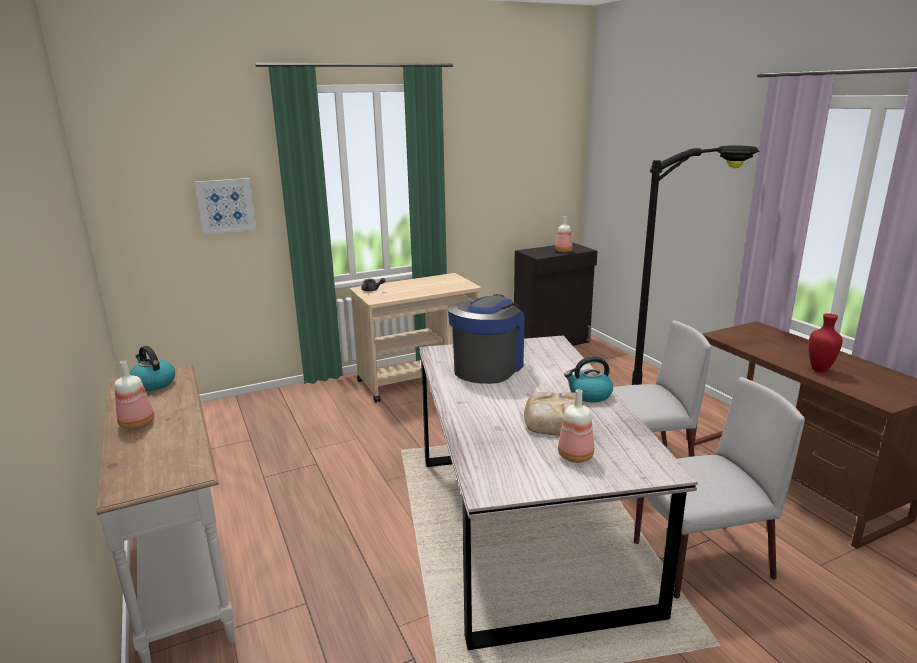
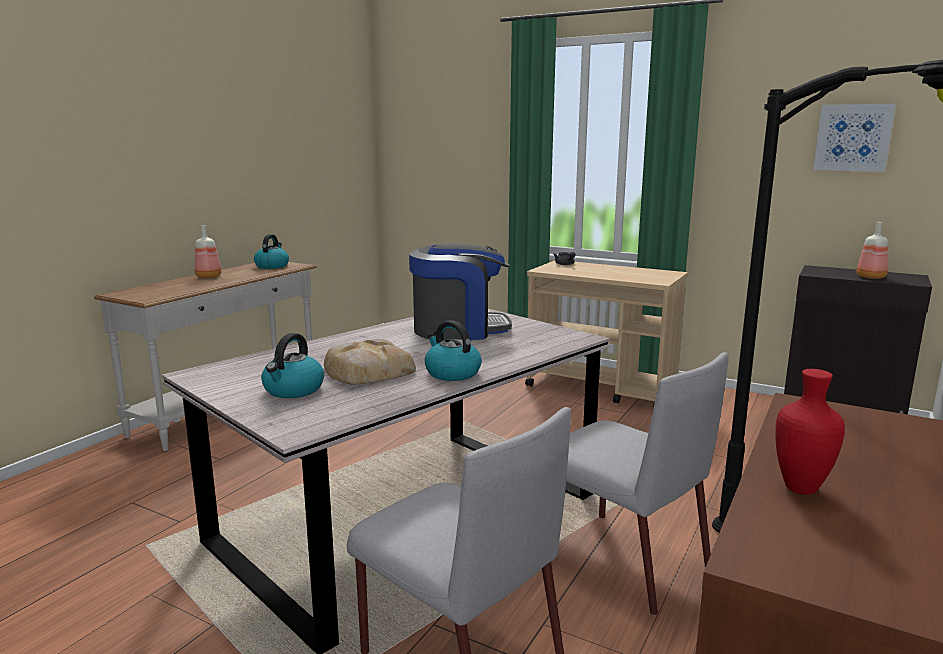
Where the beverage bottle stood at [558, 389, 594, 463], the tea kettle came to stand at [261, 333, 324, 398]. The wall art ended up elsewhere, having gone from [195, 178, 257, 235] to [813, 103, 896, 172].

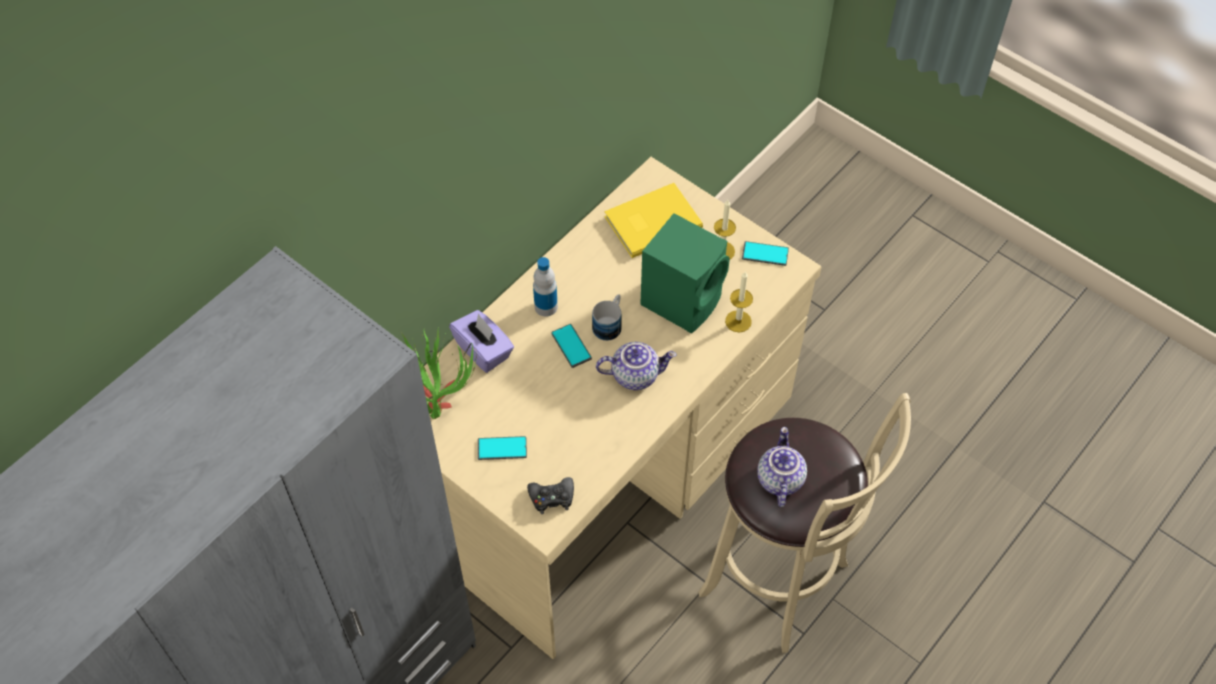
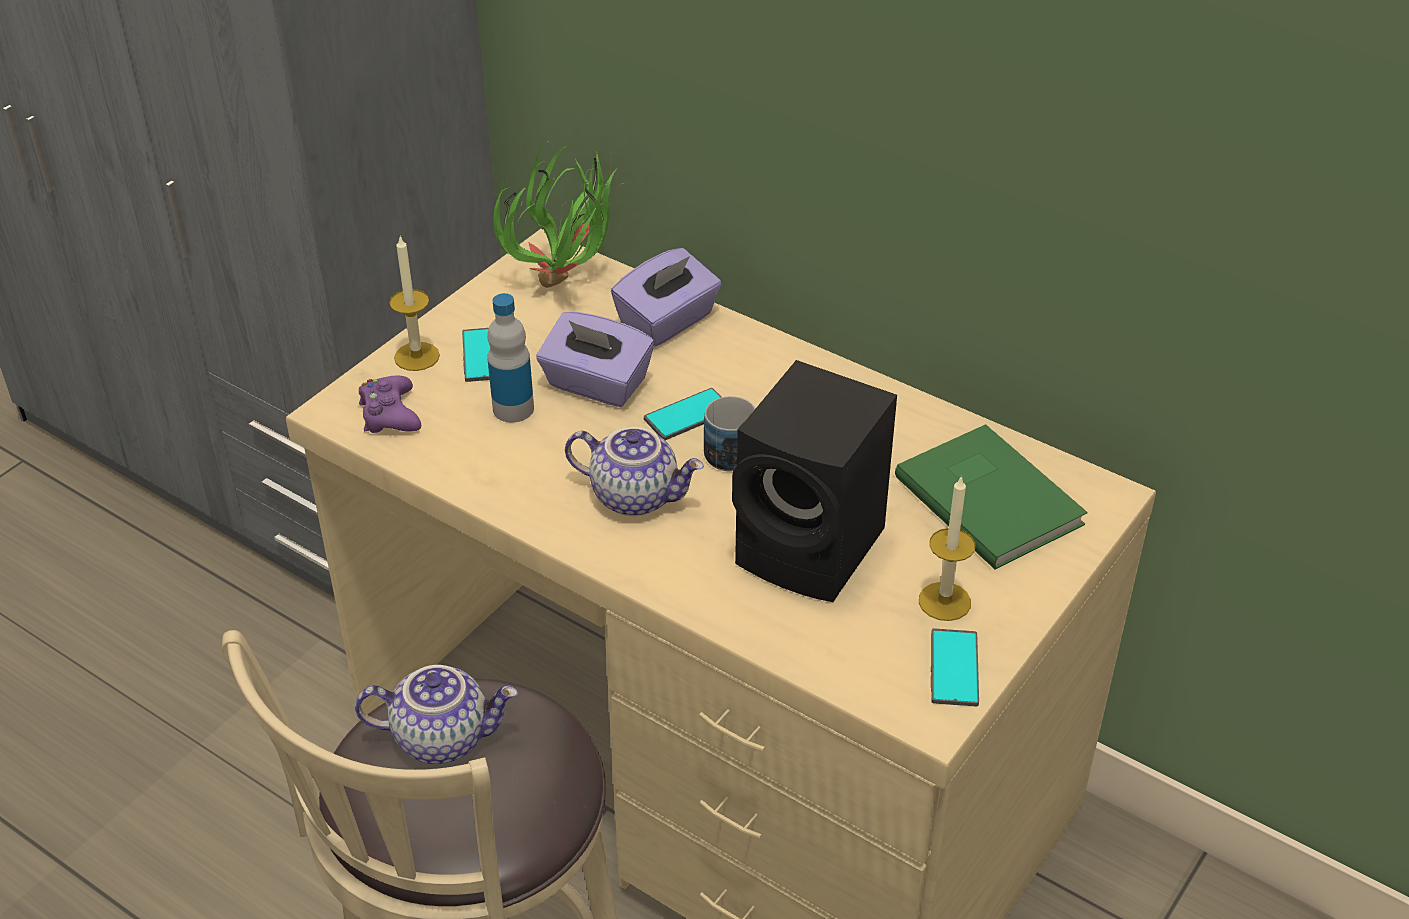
What was the joypad/black-coloured at [527, 477, 574, 514] turned into the joypad/purple at [359, 375, 421, 433]. The wax candle ended up elsewhere, having gone from [725, 272, 753, 333] to [389, 235, 440, 371]. The beverage bottle ended up elsewhere, having gone from [533, 257, 558, 317] to [487, 293, 534, 422]. The second view gained the tissue holder/purple at [537, 312, 654, 407]. The tea pot at [596, 342, 677, 390] ended up facing another way, 60 degrees counterclockwise from before. What was the speaker/green-coloured at [640, 213, 730, 334] turned into the speaker/black-coloured at [732, 360, 897, 602]. What was the bound book/yellow-coloured at [604, 183, 703, 258] turned into the bound book/green-coloured at [895, 424, 1088, 569].

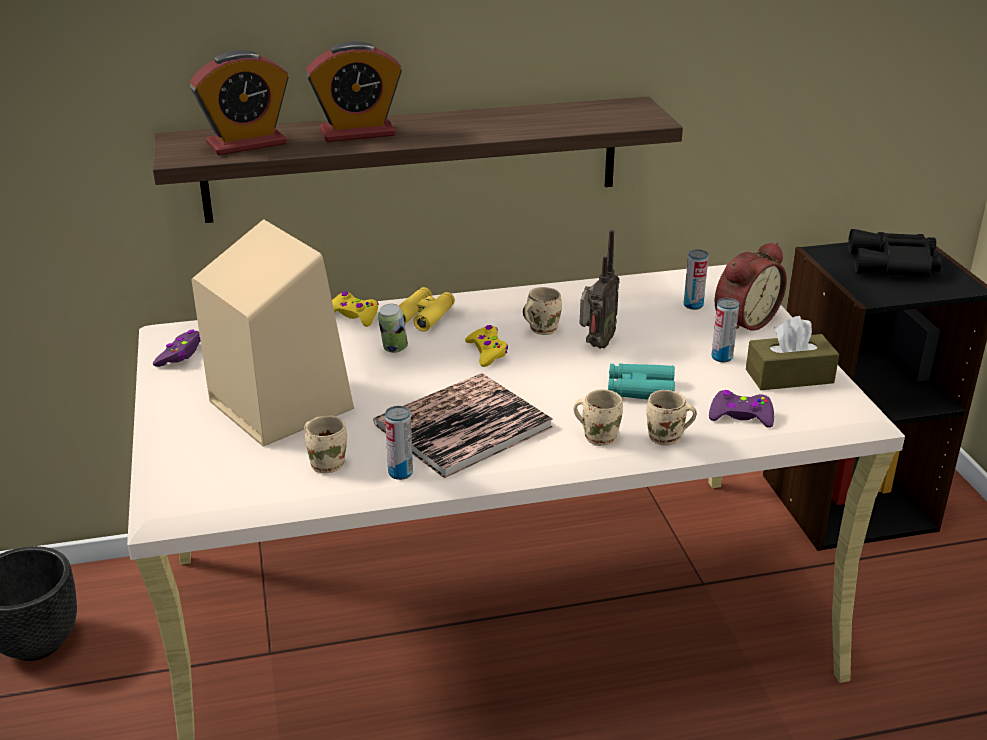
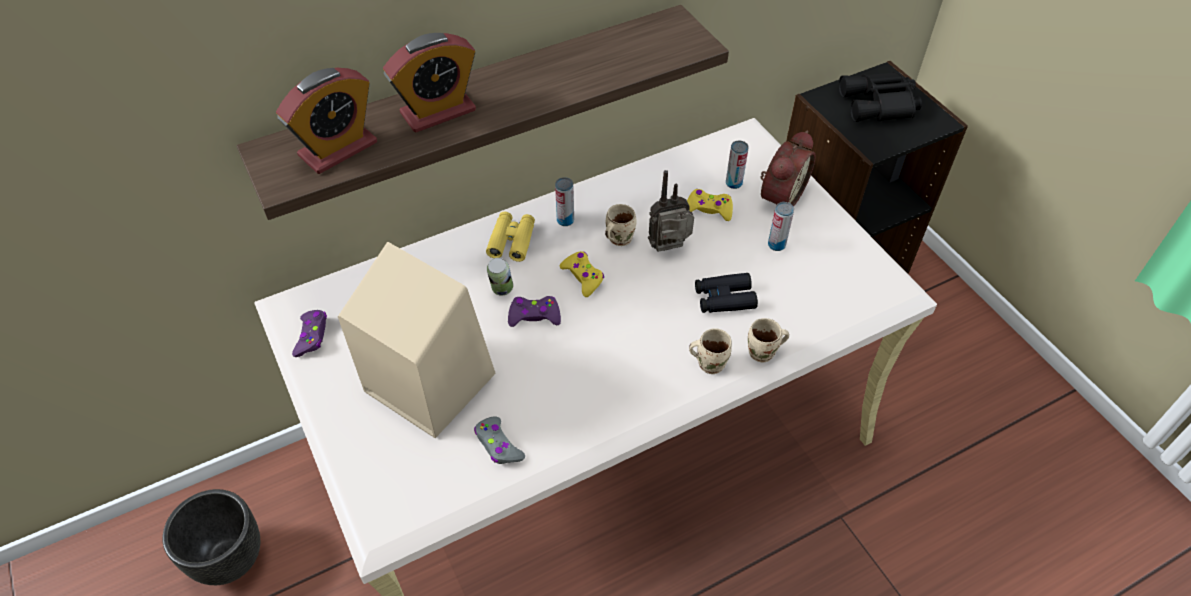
Where the mug/sand-coloured stood at [304, 415, 347, 473], the joypad/gray came to stand at [474, 417, 525, 464]. The joypad/purple ended up elsewhere, having gone from [709, 390, 774, 428] to [508, 296, 561, 327]. The metal can ended up elsewhere, having gone from [385, 406, 413, 480] to [555, 177, 574, 226]. The radio receiver at [580, 230, 619, 349] ended up facing another way, 120 degrees counterclockwise from before. The joypad/yellow-coloured ended up elsewhere, having gone from [332, 291, 379, 327] to [687, 189, 733, 221]. What was the binoculars/turquoise at [608, 363, 675, 400] turned into the binoculars/black-coloured at [695, 273, 758, 313]. The second view lost the bound book at [373, 373, 553, 478]. The second view lost the tissue holder/brownish at [746, 316, 839, 390].

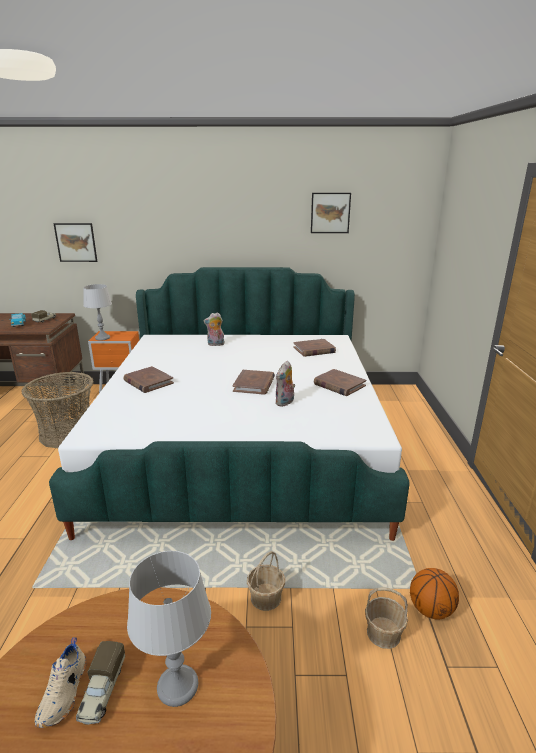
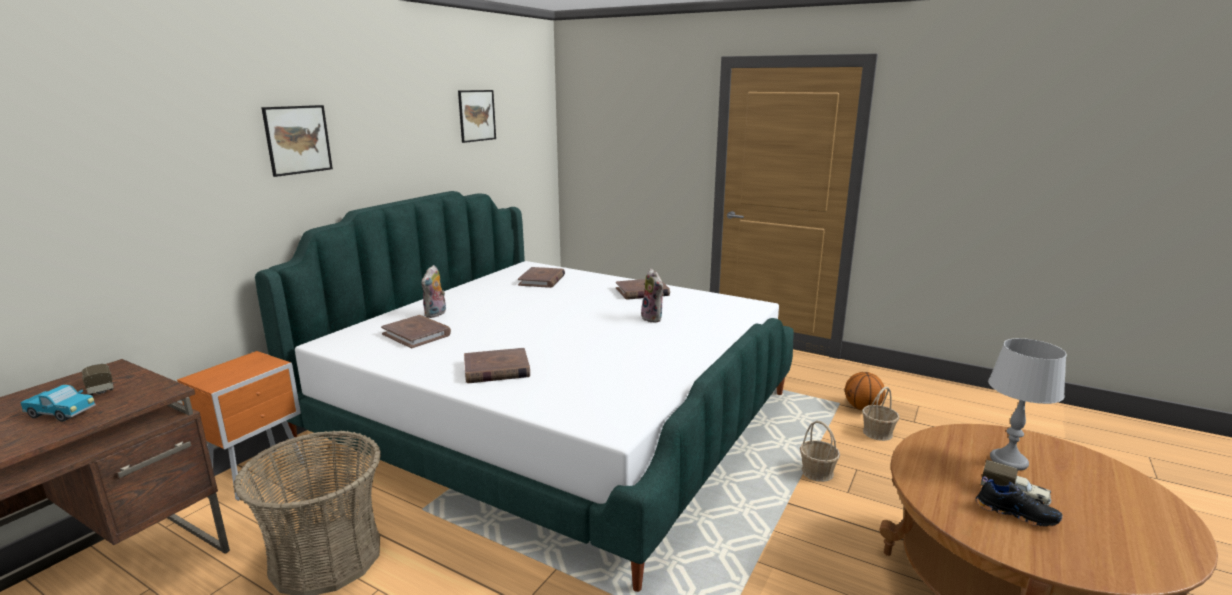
The wall art ended up elsewhere, having gone from [53, 223, 98, 262] to [261, 105, 333, 177]. The bound book/brownish ended up elsewhere, having gone from [232, 370, 275, 395] to [381, 315, 451, 348]. What was the shoe/sand-coloured at [35, 637, 87, 728] turned into the shoe/black-coloured at [976, 476, 1063, 527]. The second view lost the lamp for a table/gray at [83, 284, 112, 341].

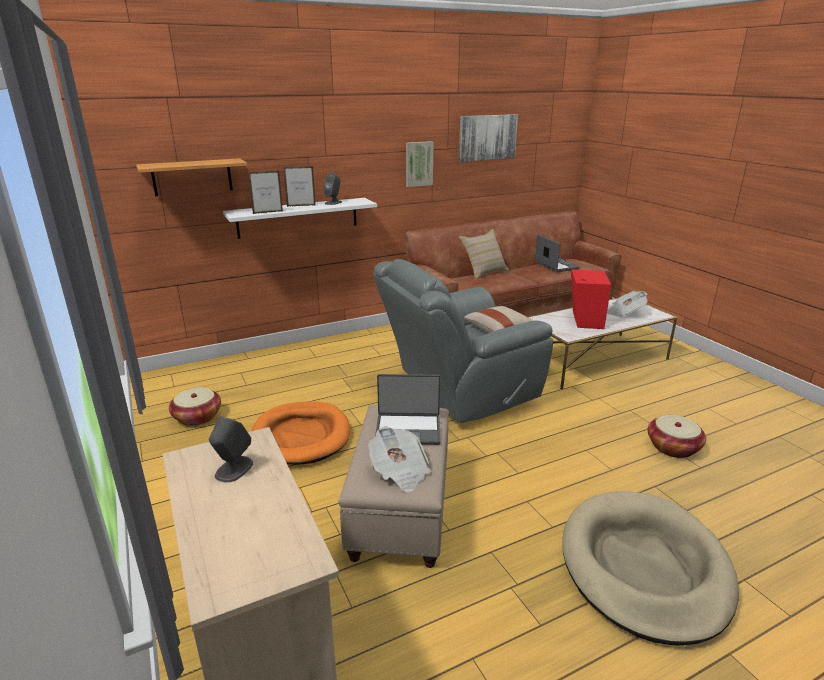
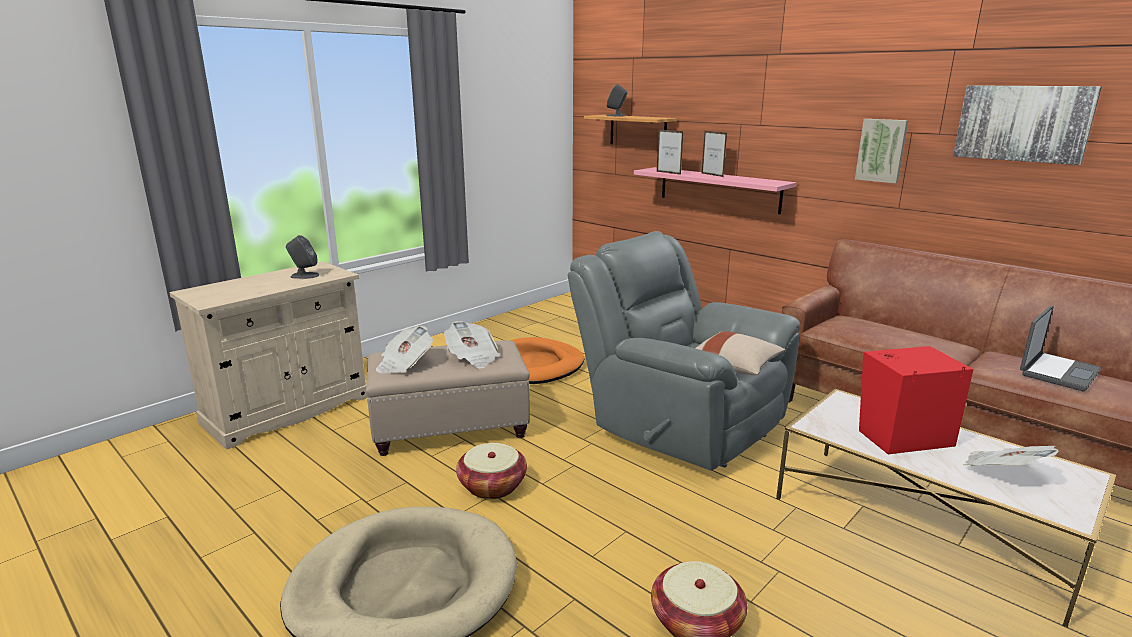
Where the portable computer stood at [375, 374, 440, 445], the daily paper came to stand at [444, 321, 500, 369]. The storage basket ended up elsewhere, having gone from [169, 387, 221, 426] to [456, 443, 527, 499]. The speaker/gray ended up elsewhere, having gone from [323, 173, 342, 205] to [606, 84, 627, 116]. What was the wall shelf/whitish at [223, 198, 377, 239] turned into the wall shelf/pink at [634, 167, 796, 214]. The second view lost the throw pillow/sand-coloured at [459, 229, 509, 279].

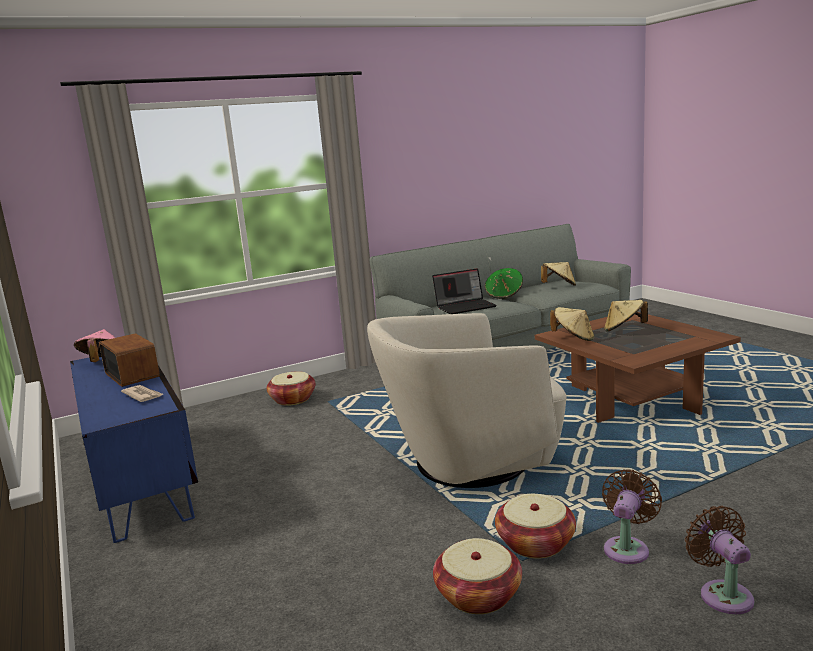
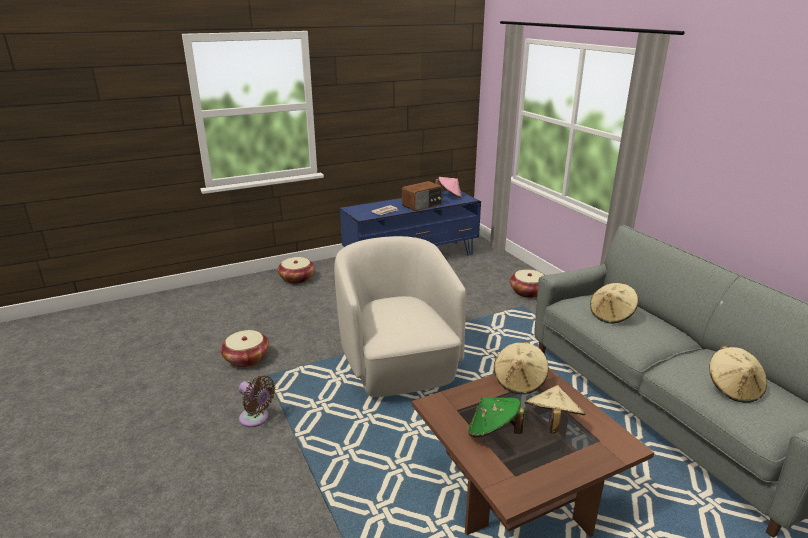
The storage basket ended up elsewhere, having gone from [495, 494, 576, 559] to [278, 257, 315, 284]. The hat/green-coloured ended up elsewhere, having gone from [485, 268, 523, 299] to [468, 397, 525, 437]. Where the portable computer stood at [432, 268, 497, 314], the hat/sand-coloured came to stand at [590, 283, 638, 324]. The second view lost the cooling fan/brownish at [685, 506, 754, 614].

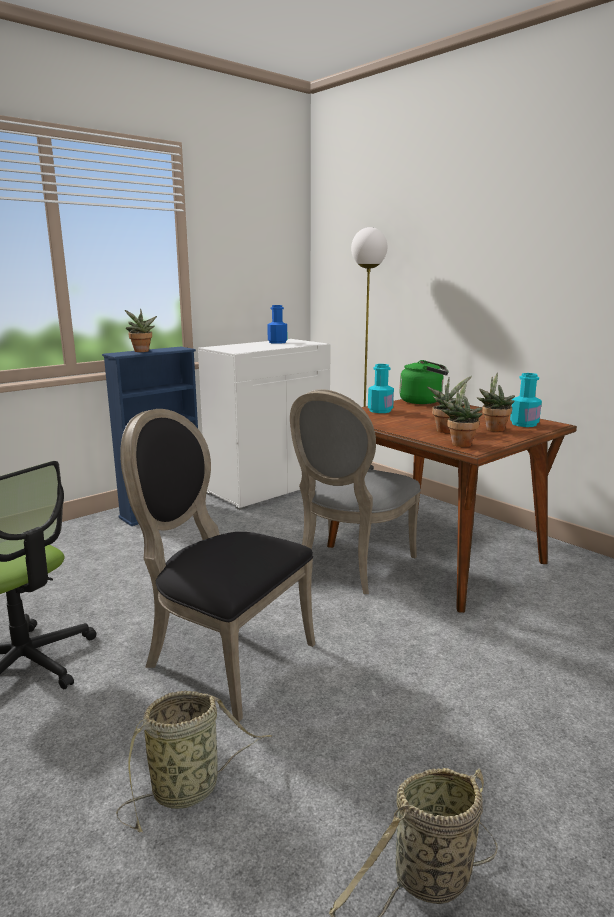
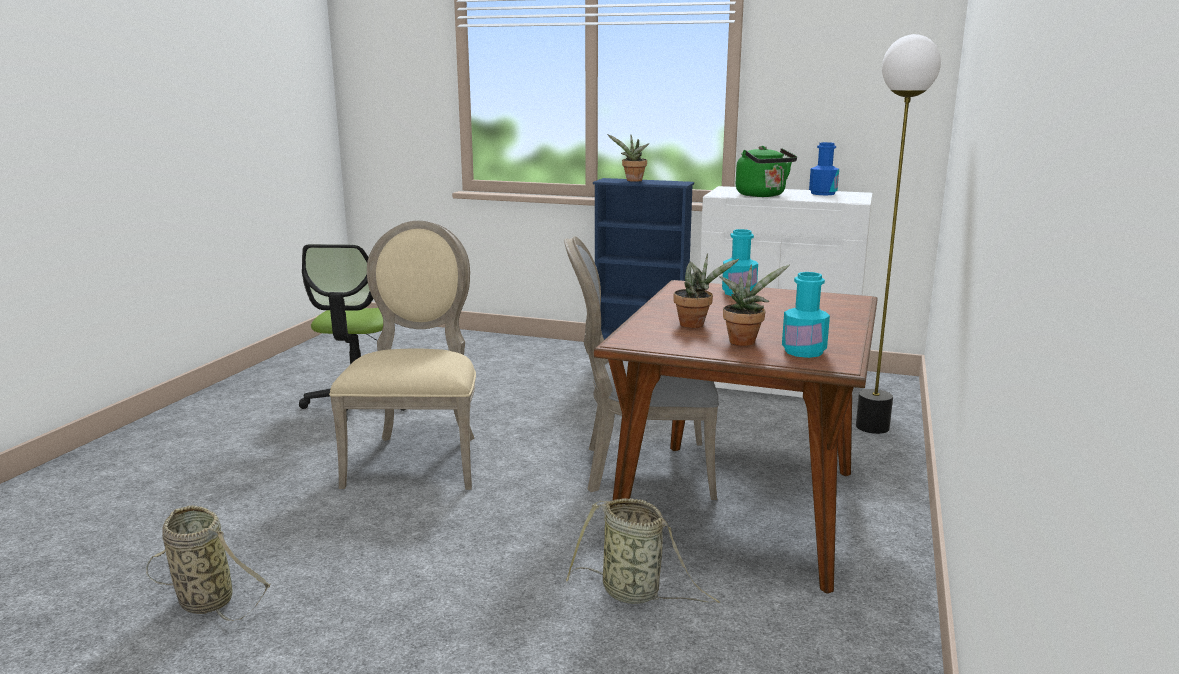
What was the upright chair/black-coloured at [120, 409, 315, 722] turned into the upright chair/sand-coloured at [329, 221, 476, 490]. The storage basket ended up elsewhere, having gone from [116, 691, 272, 832] to [566, 498, 720, 604]. The tea kettle/green-coloured ended up elsewhere, having gone from [399, 360, 449, 404] to [736, 146, 797, 197]. The second view lost the potted plant at [441, 382, 483, 447].

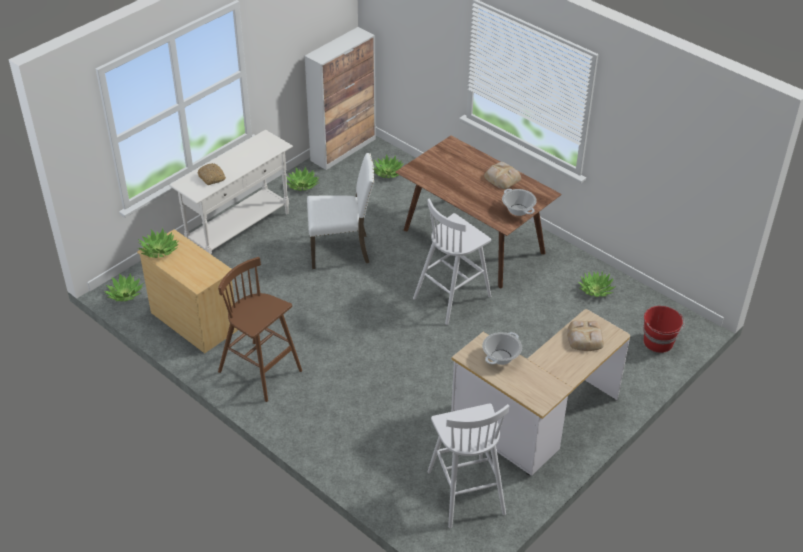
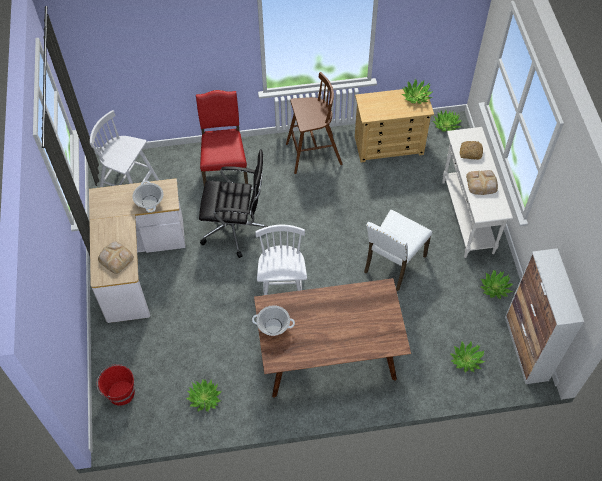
The second view gained the upright chair/red at [196, 90, 248, 185]. The second view gained the computer chair/black-coloured at [199, 150, 268, 258]. The bakery bread ended up elsewhere, having gone from [484, 162, 521, 189] to [466, 170, 498, 195].

